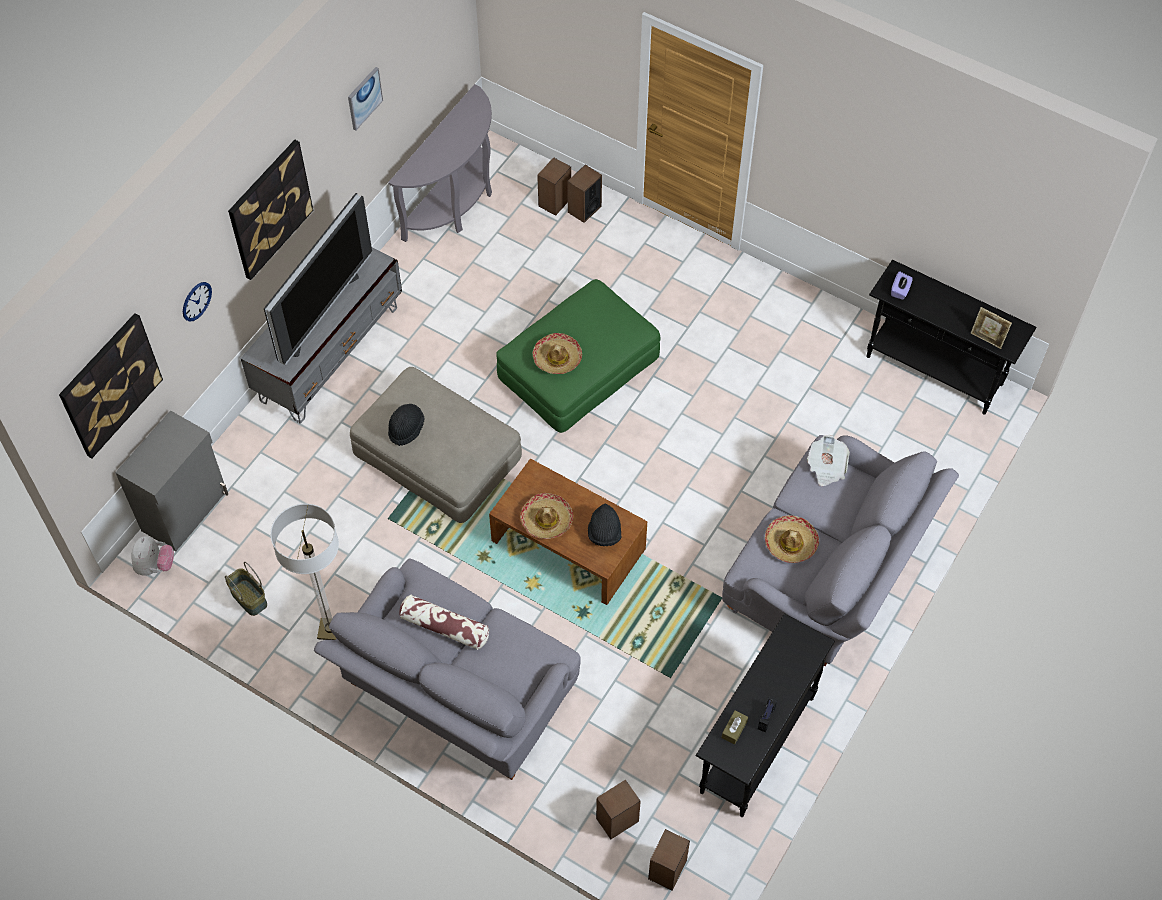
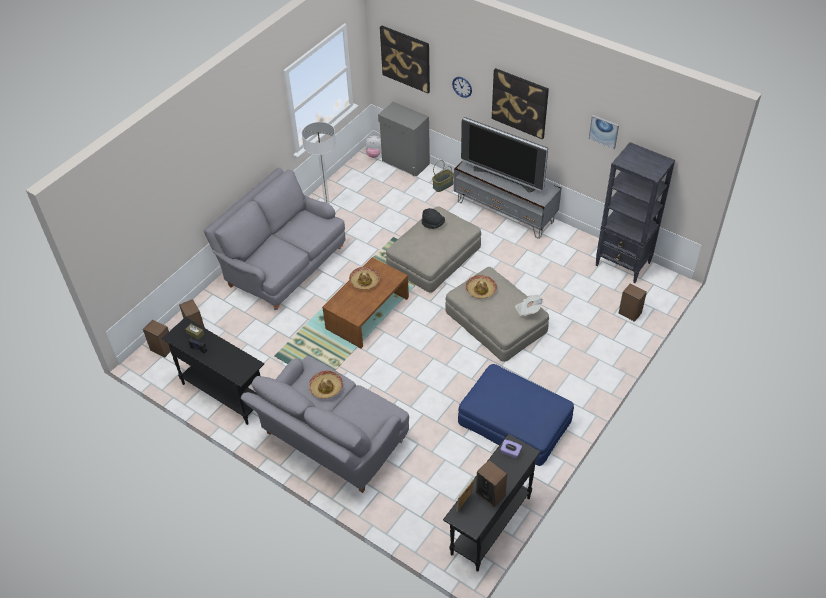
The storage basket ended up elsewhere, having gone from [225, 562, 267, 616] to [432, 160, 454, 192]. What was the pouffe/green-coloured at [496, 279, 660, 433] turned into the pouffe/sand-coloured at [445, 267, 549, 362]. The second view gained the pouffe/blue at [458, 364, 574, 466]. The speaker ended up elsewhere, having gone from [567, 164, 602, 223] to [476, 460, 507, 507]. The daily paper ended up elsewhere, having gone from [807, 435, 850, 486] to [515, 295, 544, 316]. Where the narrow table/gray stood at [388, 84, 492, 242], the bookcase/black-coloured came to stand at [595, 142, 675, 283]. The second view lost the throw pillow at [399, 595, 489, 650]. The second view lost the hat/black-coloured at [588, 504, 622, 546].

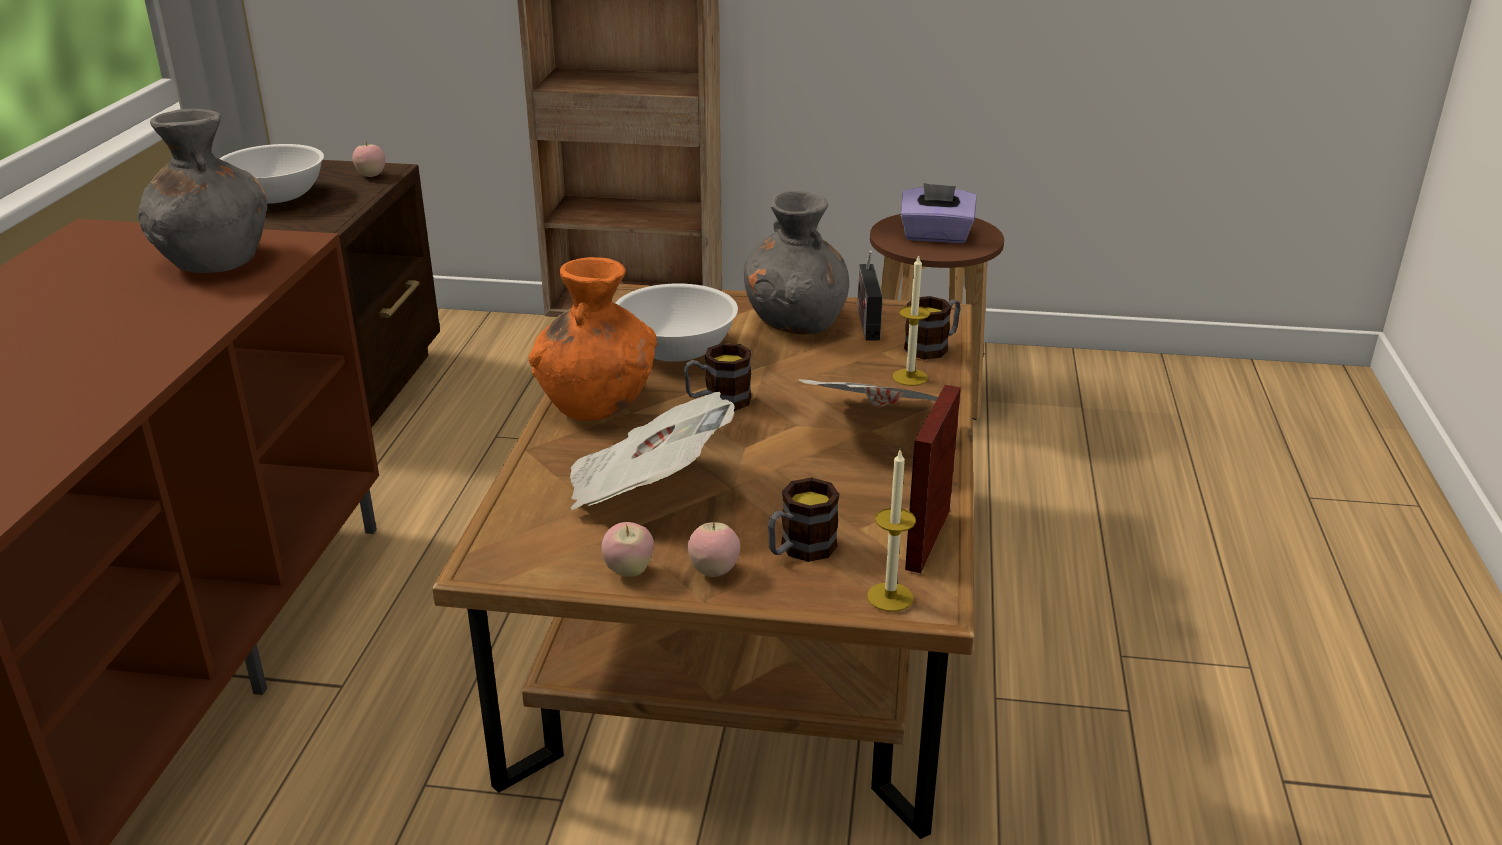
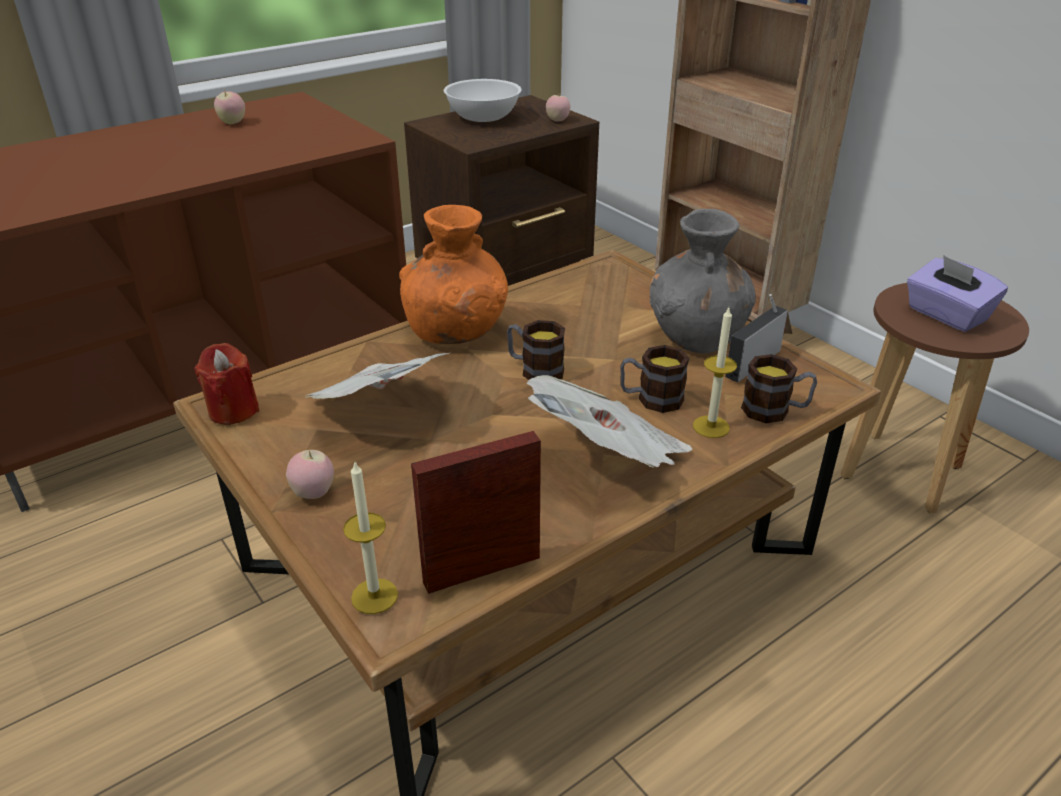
The second view gained the wax candle/red at [194, 343, 259, 425]. The apple ended up elsewhere, having gone from [601, 522, 654, 577] to [214, 89, 245, 124]. The mug ended up elsewhere, having gone from [768, 477, 839, 562] to [620, 345, 689, 413]. The second view lost the vase/gray at [138, 109, 267, 273]. The second view lost the serving bowl/whitish at [615, 283, 738, 362].

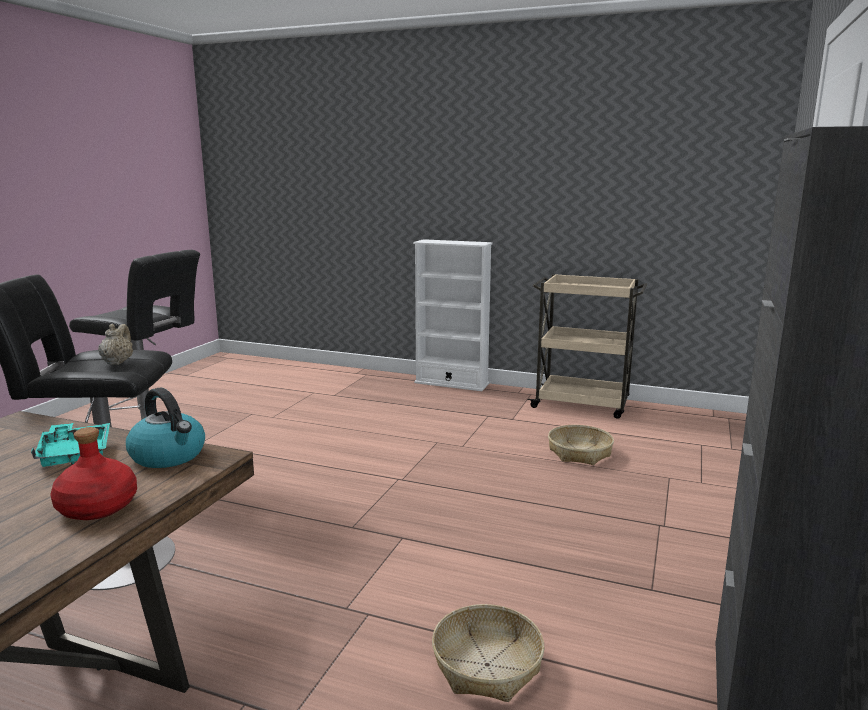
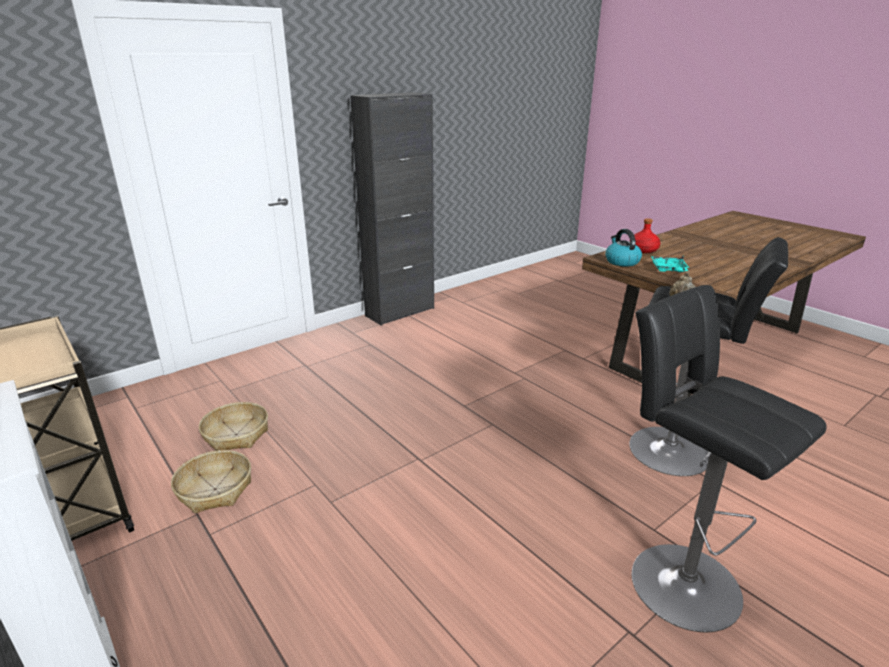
The storage basket ended up elsewhere, having gone from [432, 604, 544, 702] to [171, 450, 251, 513].

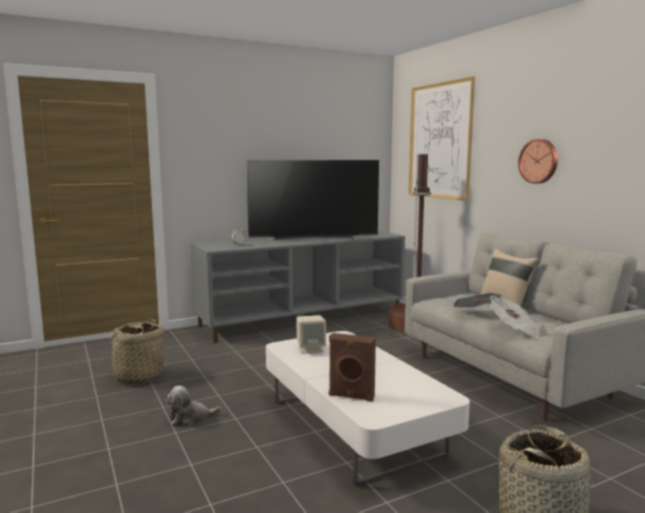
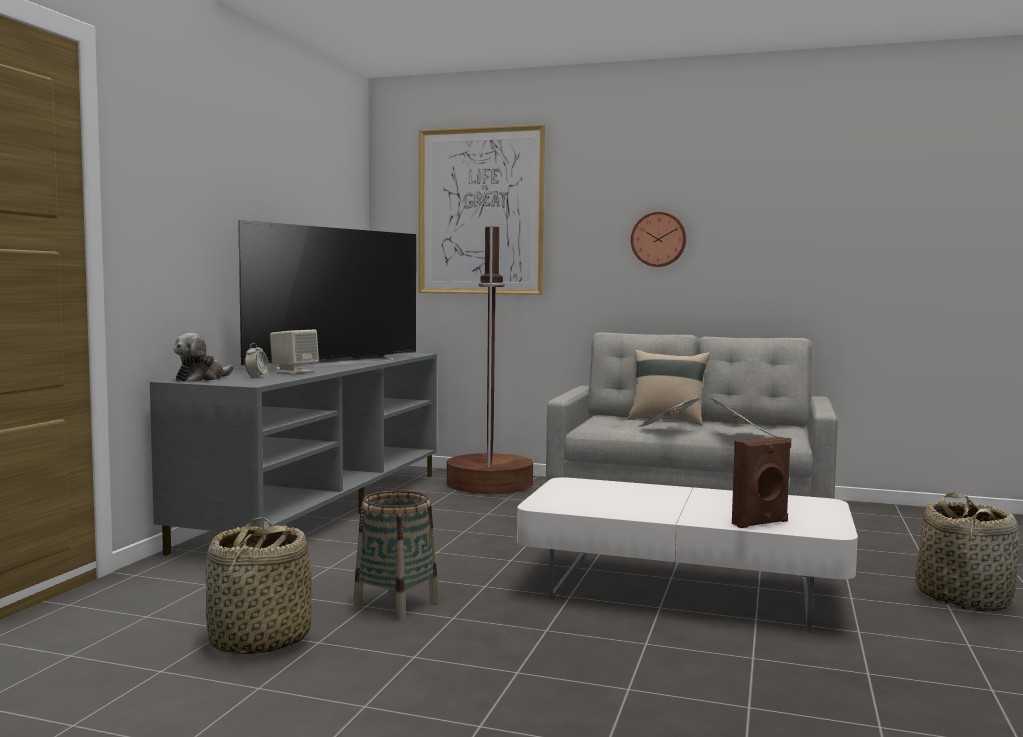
The soft toy ended up elsewhere, having gone from [165, 386, 221, 426] to [174, 333, 233, 382]. The speaker/sand-coloured ended up elsewhere, having gone from [296, 315, 326, 354] to [270, 329, 319, 374]. The second view gained the storage basket at [353, 490, 438, 620].

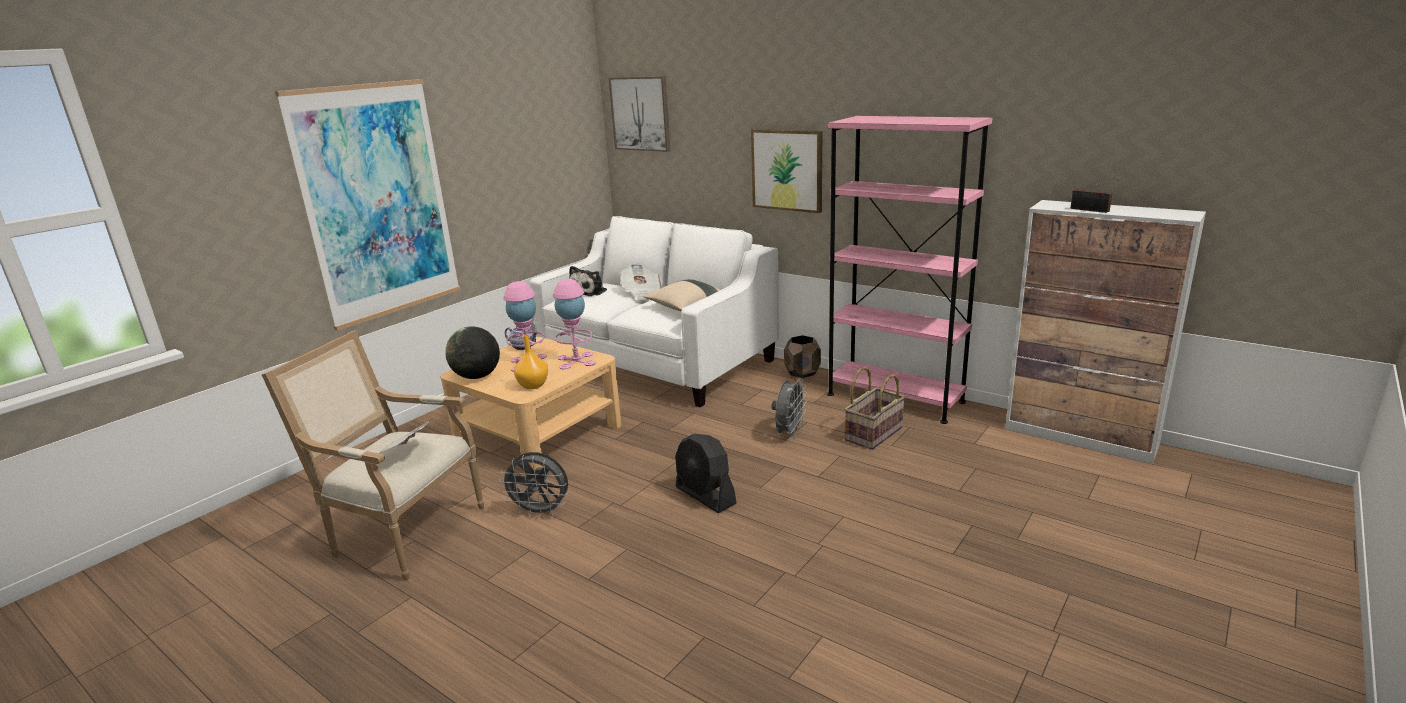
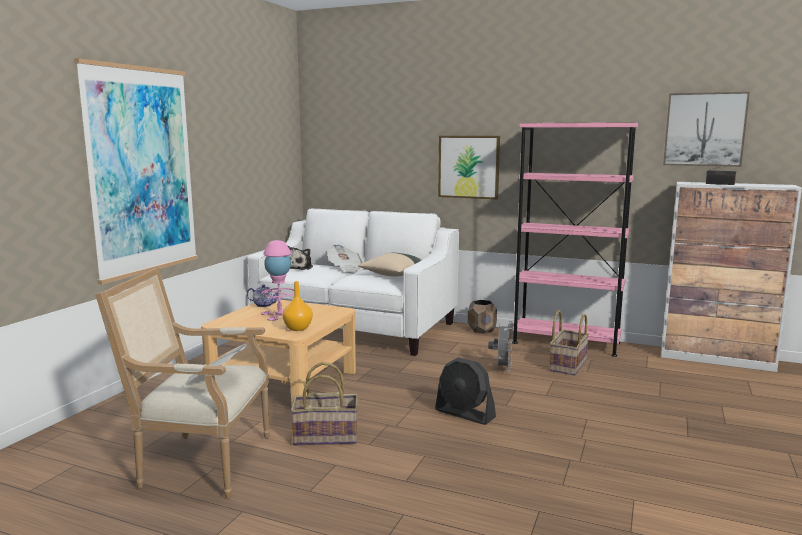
Where the cooling fan/gray stood at [499, 452, 568, 518], the storage basket came to stand at [290, 362, 358, 445]. The wall art ended up elsewhere, having gone from [608, 76, 671, 152] to [663, 92, 750, 167]. The second view lost the world globe at [445, 326, 500, 379]. The second view lost the lamp for a table/pink at [553, 279, 596, 369].

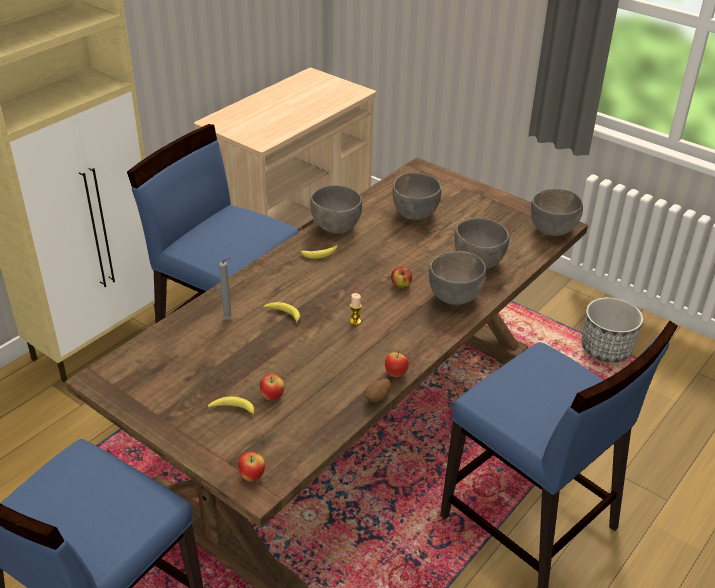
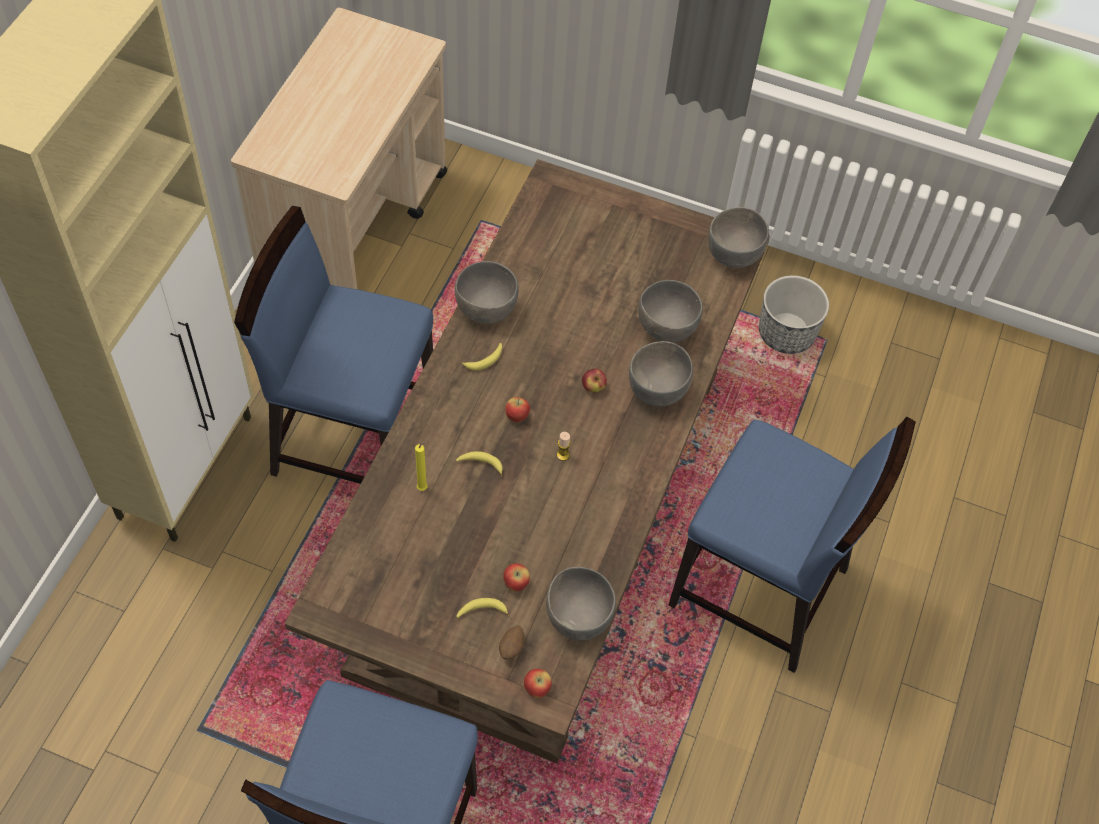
What was the wax candle/gray at [219, 257, 232, 320] turned into the wax candle/yellow-coloured at [415, 441, 429, 491]. The potato ended up elsewhere, having gone from [365, 379, 391, 402] to [499, 626, 524, 660]. The apple ended up elsewhere, having gone from [385, 351, 409, 377] to [505, 397, 530, 422]. The serving bowl/gray ended up elsewhere, having gone from [393, 173, 441, 220] to [546, 567, 616, 641].

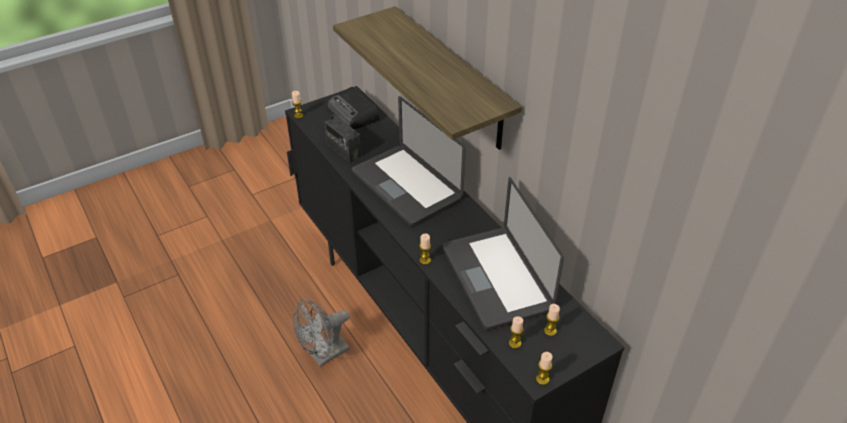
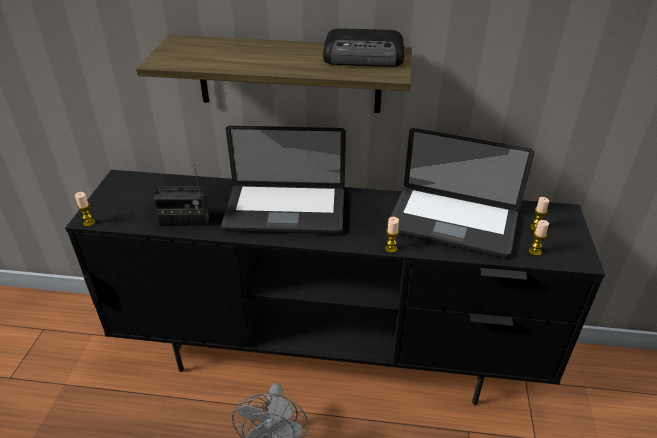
The radio receiver ended up elsewhere, having gone from [327, 87, 380, 129] to [323, 28, 405, 66]. The second view lost the wax candle at [536, 352, 552, 385].

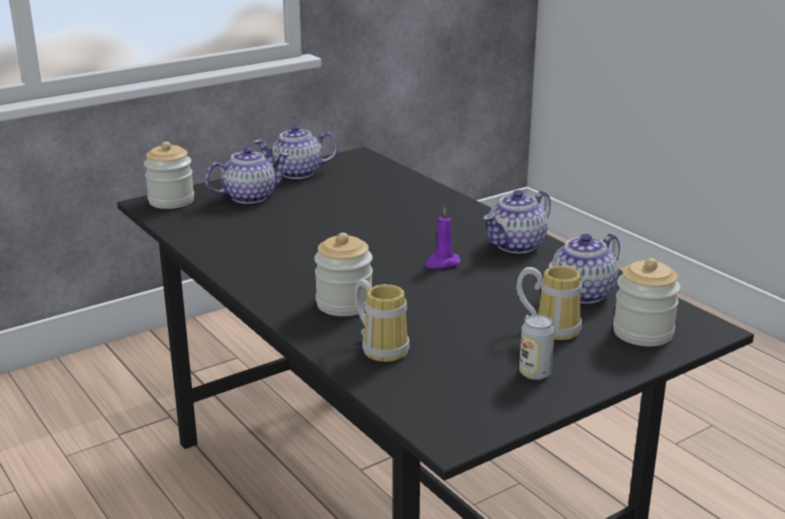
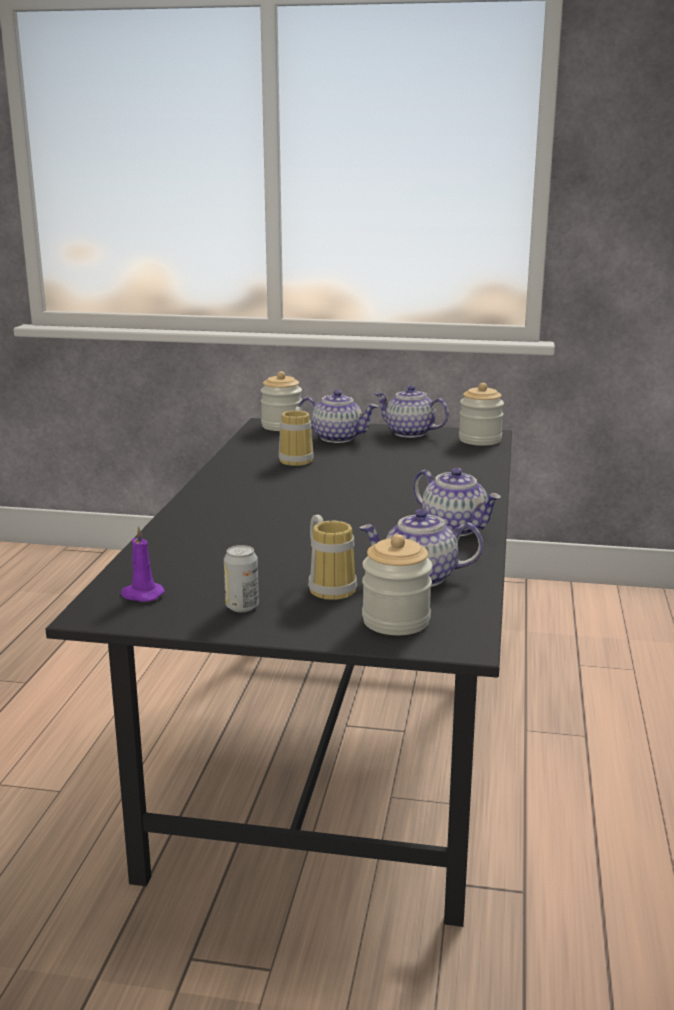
The wax candle/purple ended up elsewhere, having gone from [425, 207, 461, 268] to [121, 526, 165, 602]. The mug ended up elsewhere, having gone from [354, 279, 410, 362] to [279, 407, 314, 466]. The tea pot at [483, 190, 551, 253] ended up facing another way, 135 degrees counterclockwise from before. The jar ended up elsewhere, having gone from [314, 233, 373, 316] to [459, 383, 504, 446].

